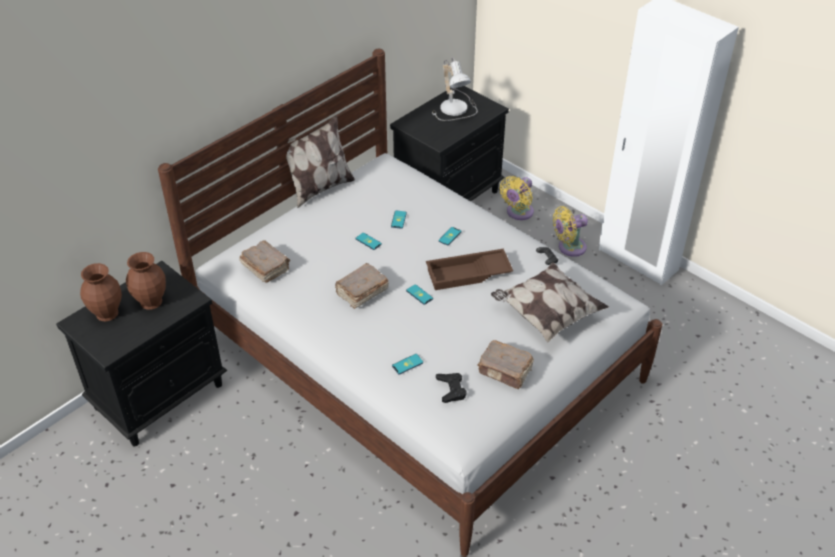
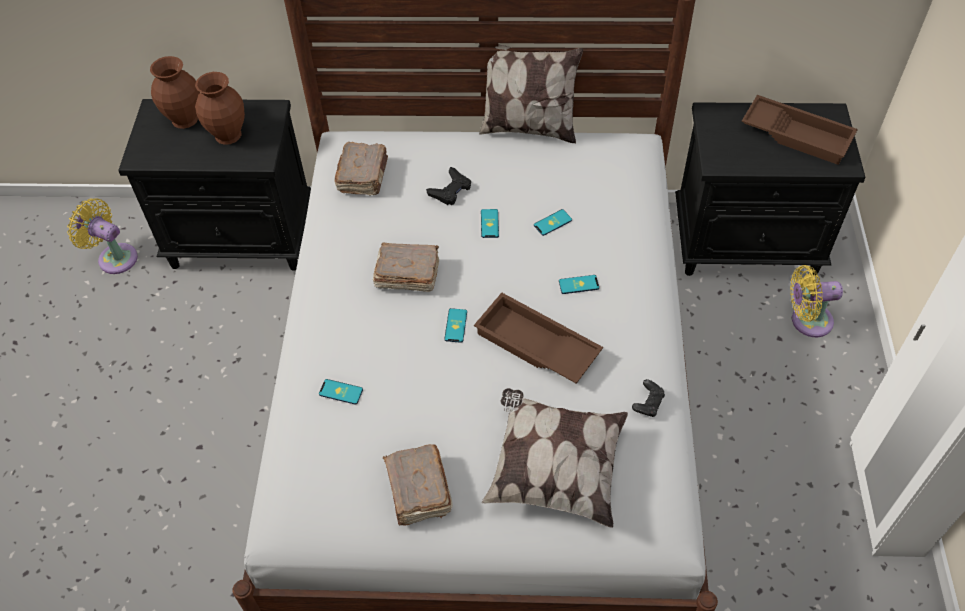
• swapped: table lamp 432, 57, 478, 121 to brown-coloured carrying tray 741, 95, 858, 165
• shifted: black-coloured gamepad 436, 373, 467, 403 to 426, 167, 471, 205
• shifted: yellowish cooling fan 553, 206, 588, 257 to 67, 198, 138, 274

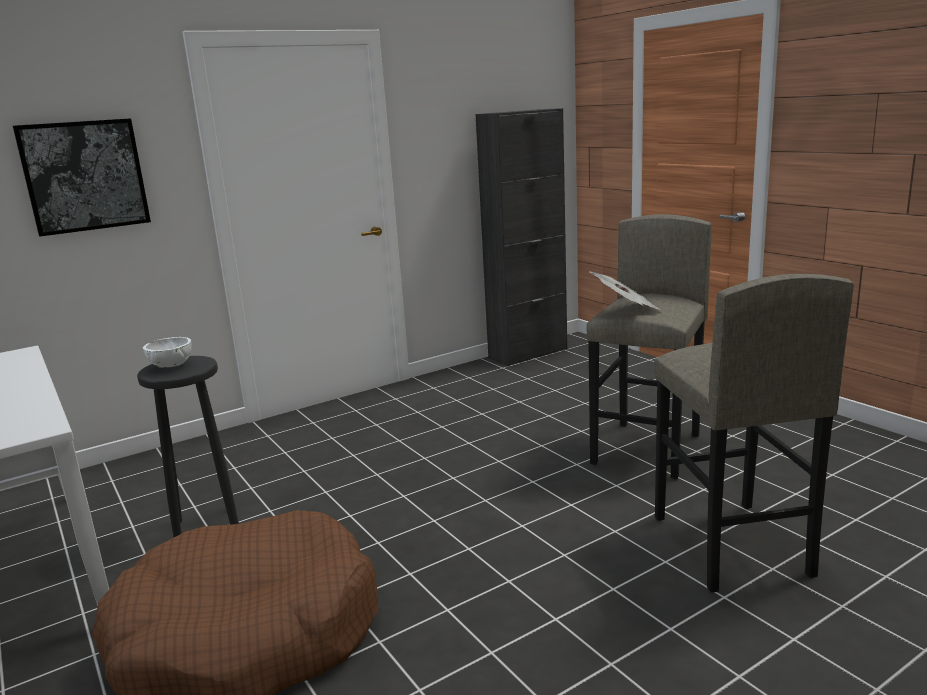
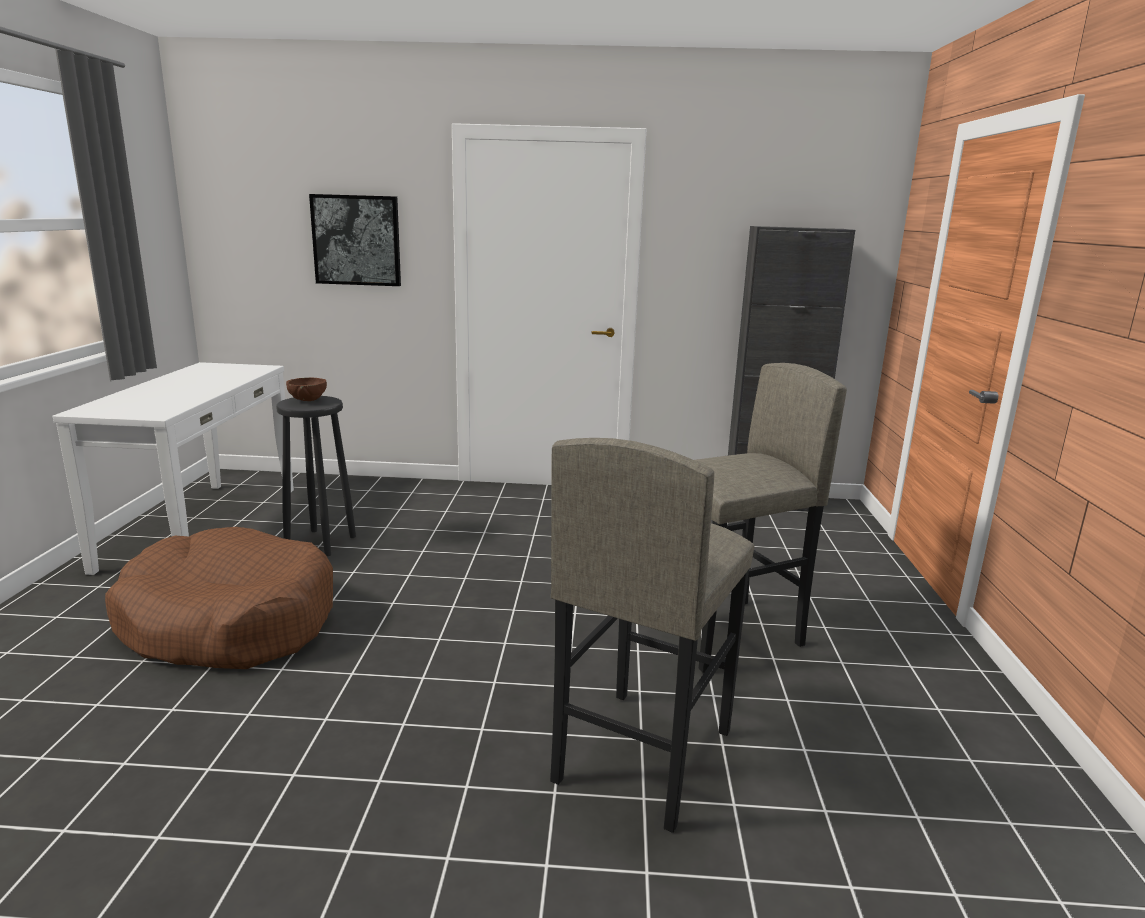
• repainted: whitish bowl 143, 337, 192, 368 to brown-coloured bowl 286, 377, 327, 401
• gone: printed paper 588, 271, 661, 310

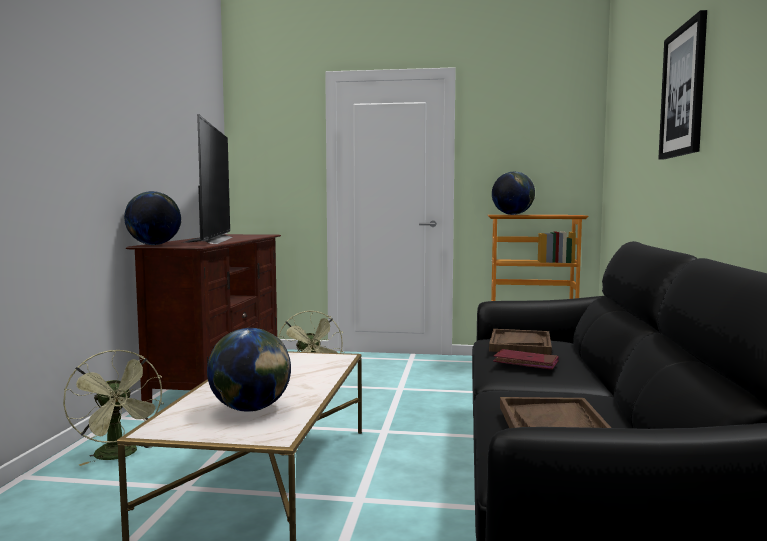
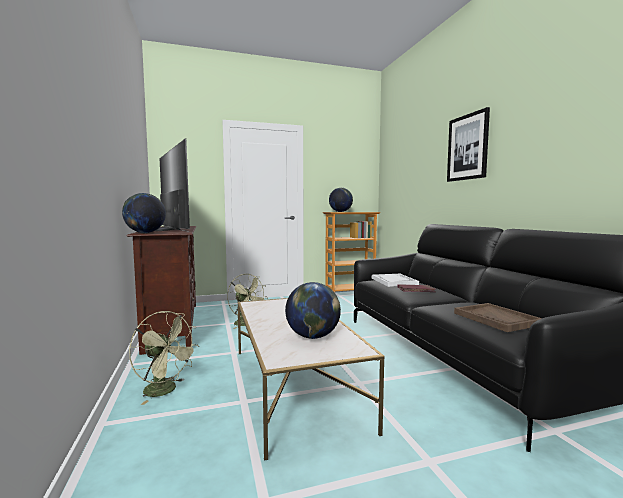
• repainted: brown-coloured carrying tray 489, 329, 552, 355 to whitish carrying tray 372, 274, 419, 287

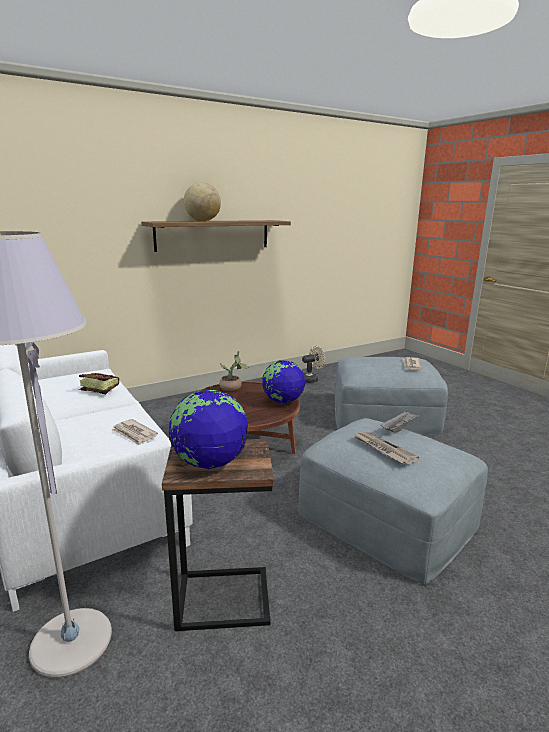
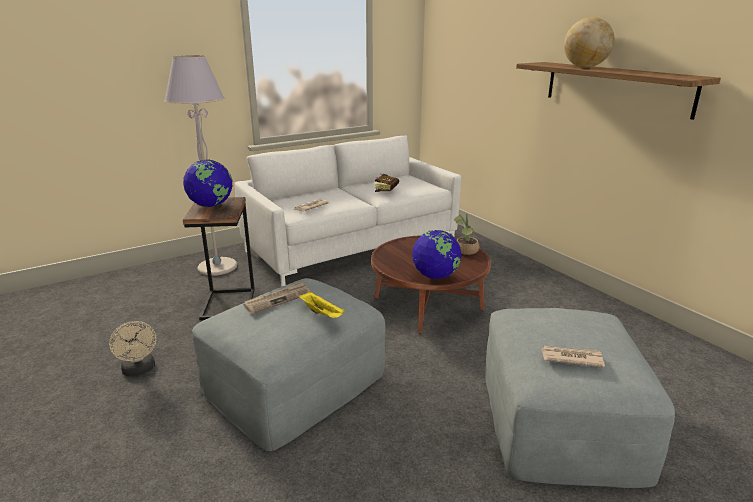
• shifted: sand-coloured cooling fan 302, 346, 325, 383 to 109, 321, 157, 376
• repainted: gray carrying tray 380, 411, 420, 433 to yellowish carrying tray 299, 292, 345, 318

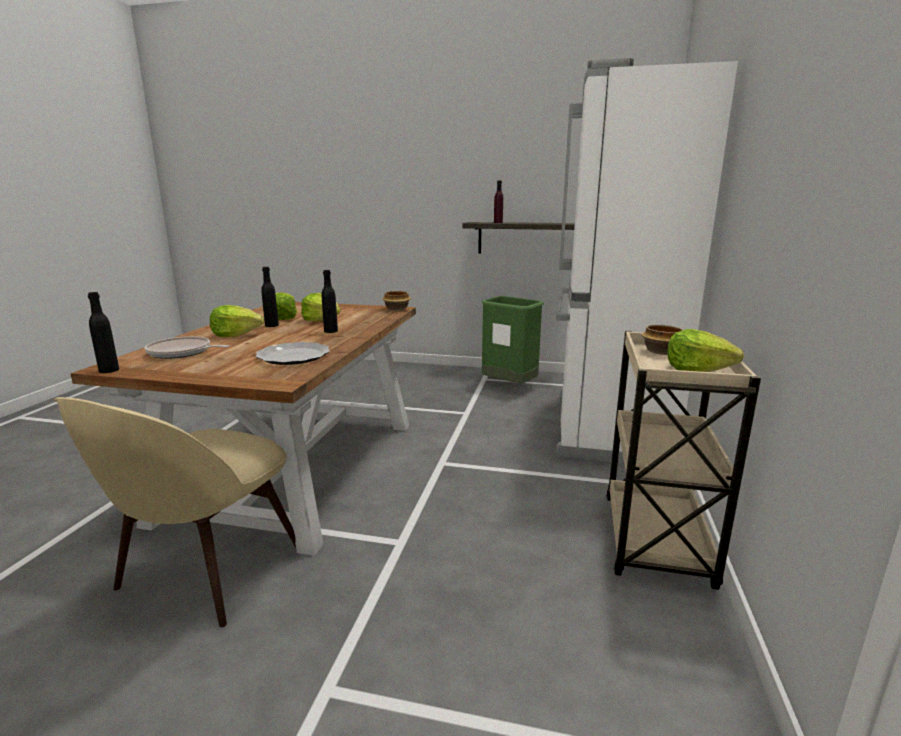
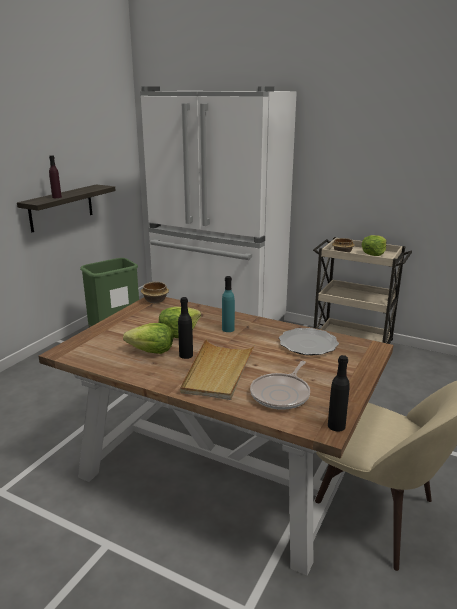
• swapped: lettuce 210, 305, 264, 337 to sand-coloured carrying tray 180, 339, 255, 400
• repainted: black-coloured bottle 322, 270, 338, 333 to blue-green bottle 222, 276, 235, 332

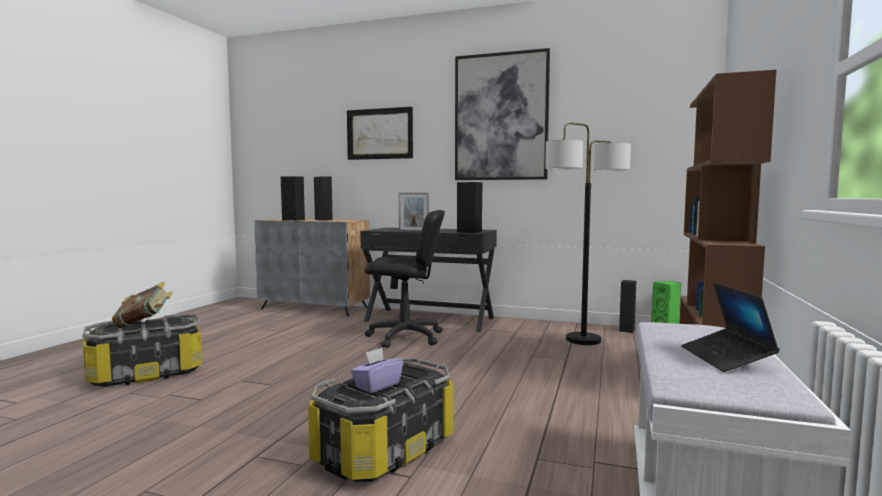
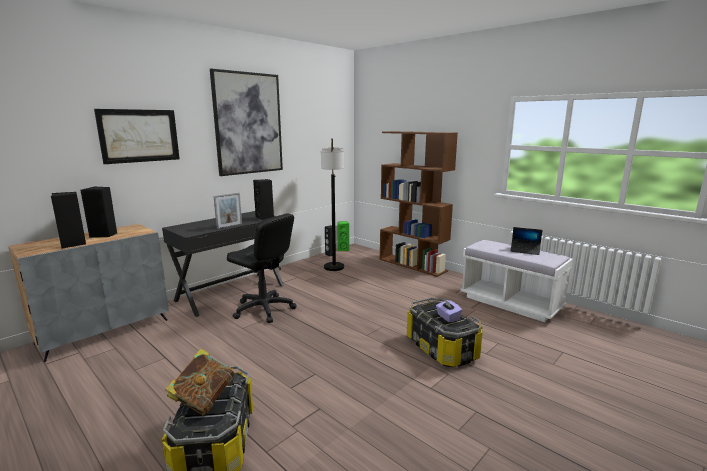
• rotated: black-coloured office chair 365, 210, 445, 348 = 227, 214, 297, 323 90 degrees clockwise

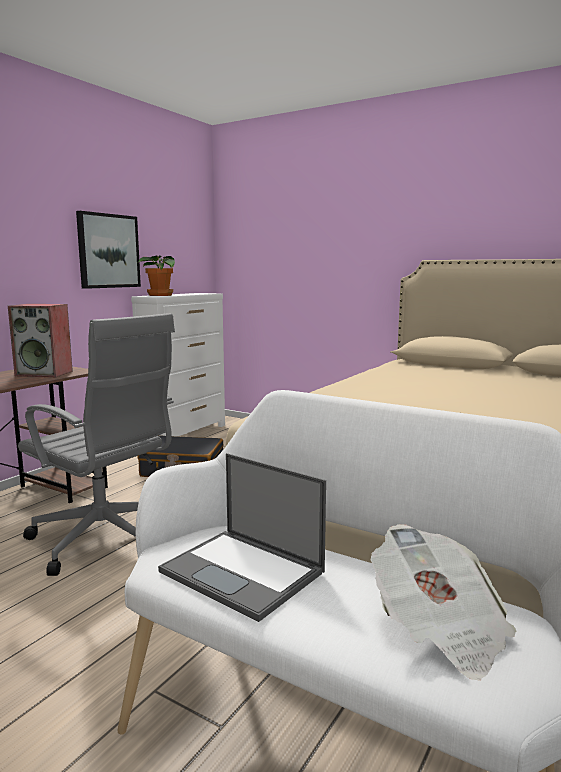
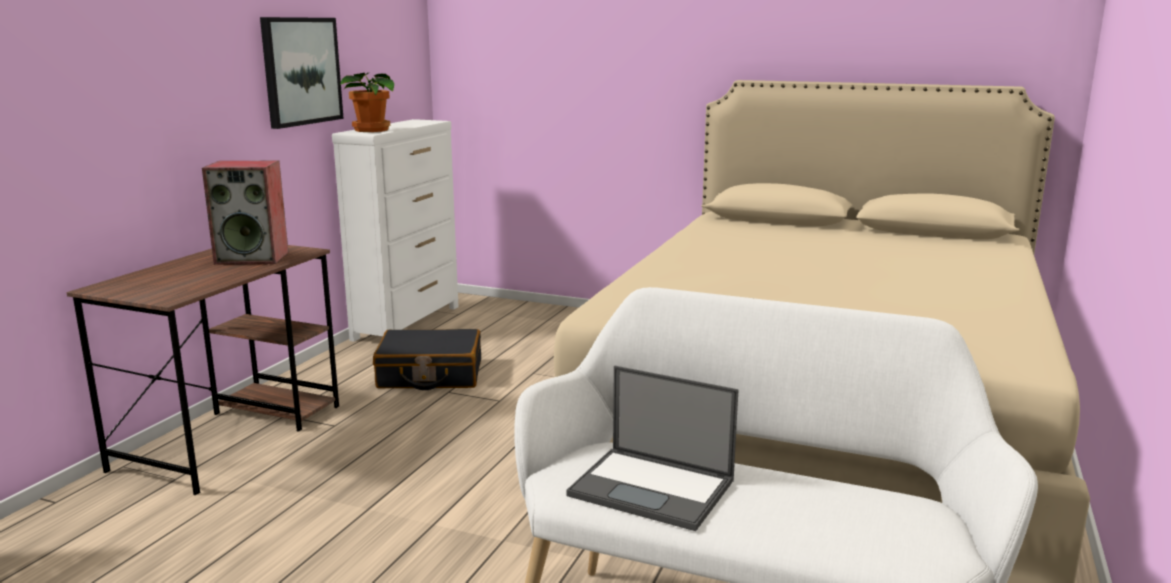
• gone: gray office chair 18, 313, 175, 576
• gone: printed paper 371, 524, 516, 681

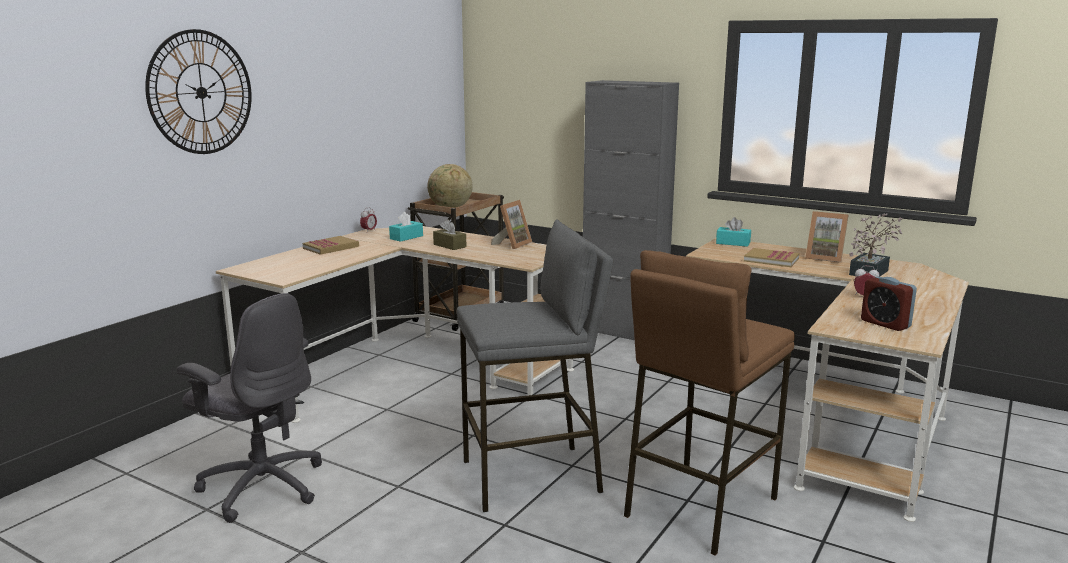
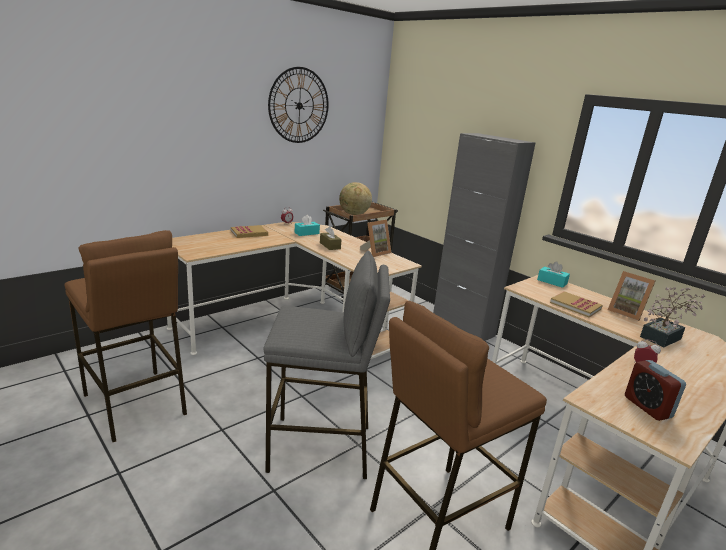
• shifted: clock on the wall 145, 29, 252, 154 to 268, 67, 329, 143
• swapped: gray office chair 177, 293, 322, 523 to brown-coloured sitting stool 64, 230, 187, 442

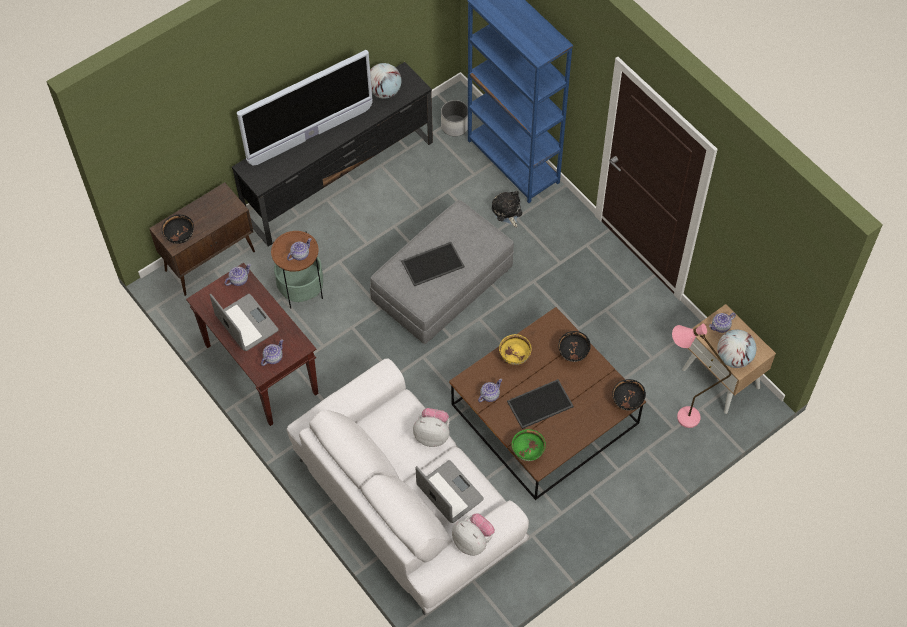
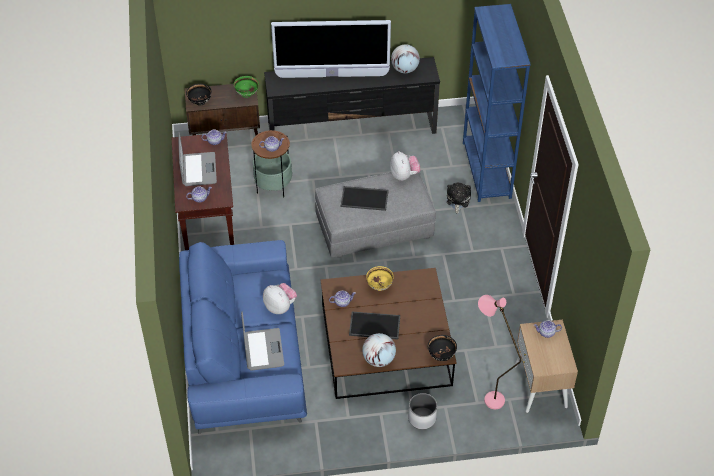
• repainted: whitish settee 287, 358, 529, 615 to blue settee 179, 240, 307, 434
• shifted: whitish flower pot 441, 100, 468, 136 to 408, 393, 437, 429
• shifted: soft toy 452, 513, 495, 556 to 390, 151, 421, 181
• shifted: green-coloured bowl 512, 429, 546, 461 to 234, 76, 259, 98
• gone: black-coloured bowl 558, 331, 591, 362
• shifted: globe 717, 330, 756, 368 to 362, 333, 396, 367

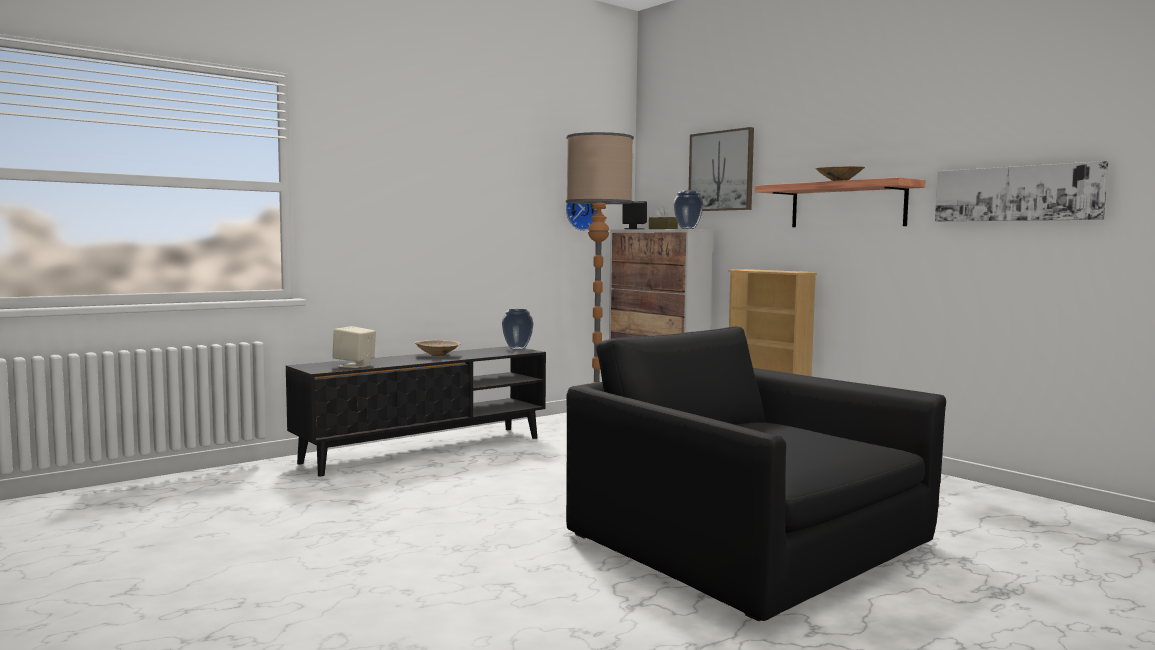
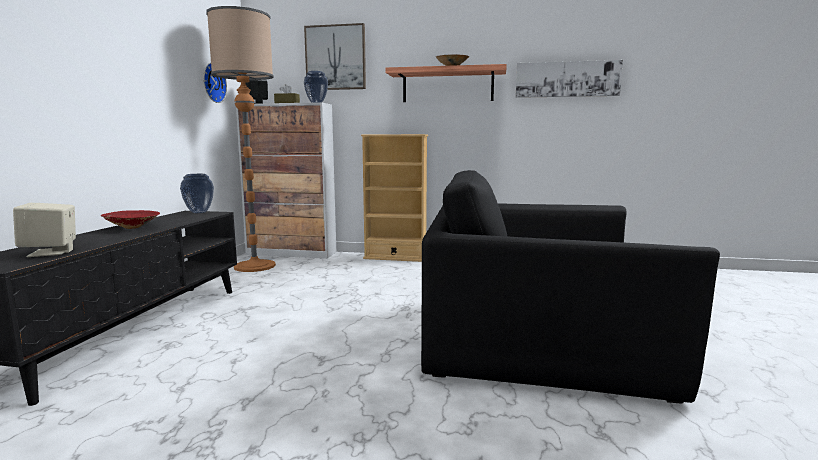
• repainted: sand-coloured bowl 415, 340, 461, 357 to red-coloured bowl 101, 210, 160, 229

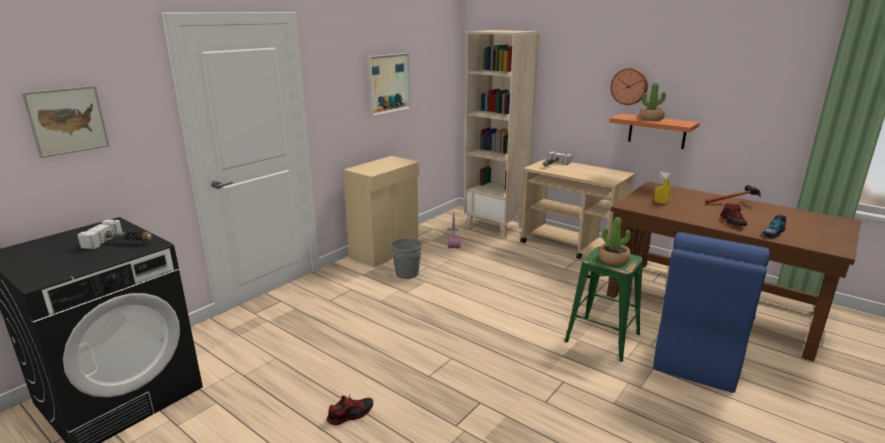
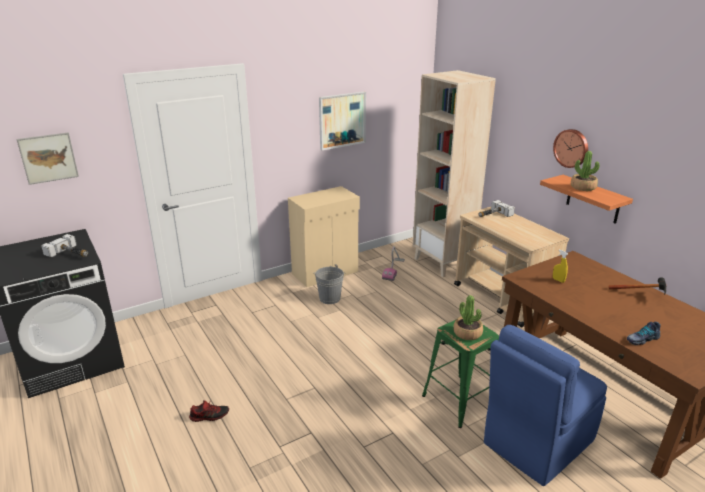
• gone: low shoe 720, 203, 747, 226

